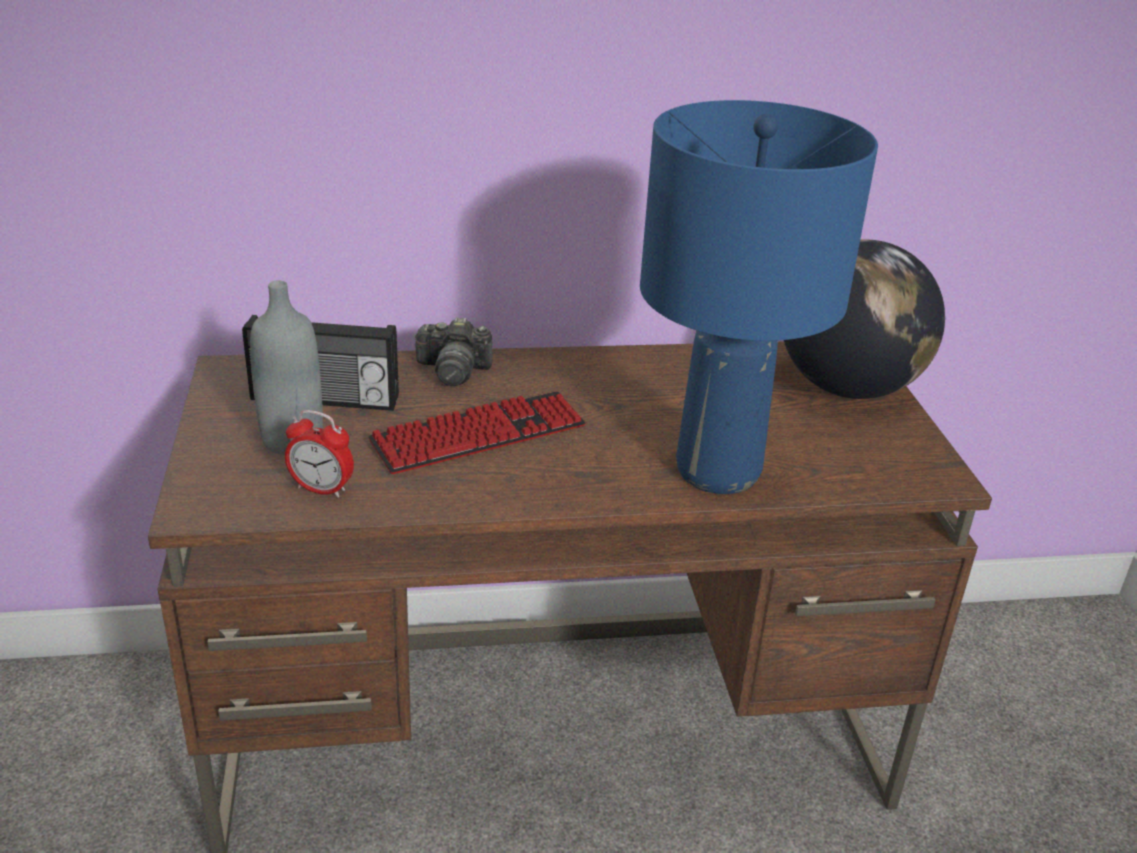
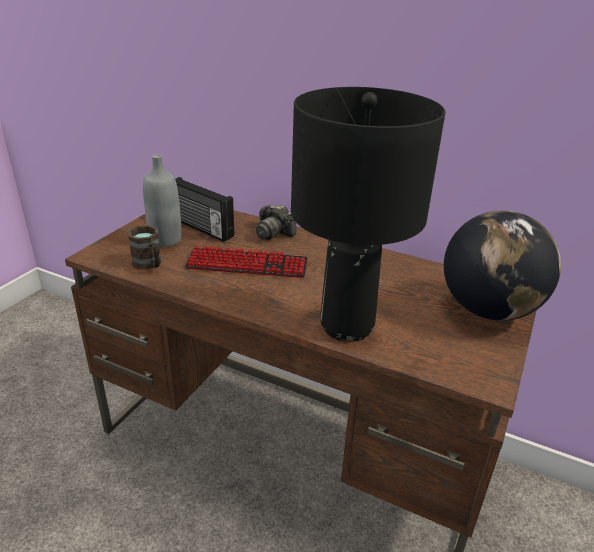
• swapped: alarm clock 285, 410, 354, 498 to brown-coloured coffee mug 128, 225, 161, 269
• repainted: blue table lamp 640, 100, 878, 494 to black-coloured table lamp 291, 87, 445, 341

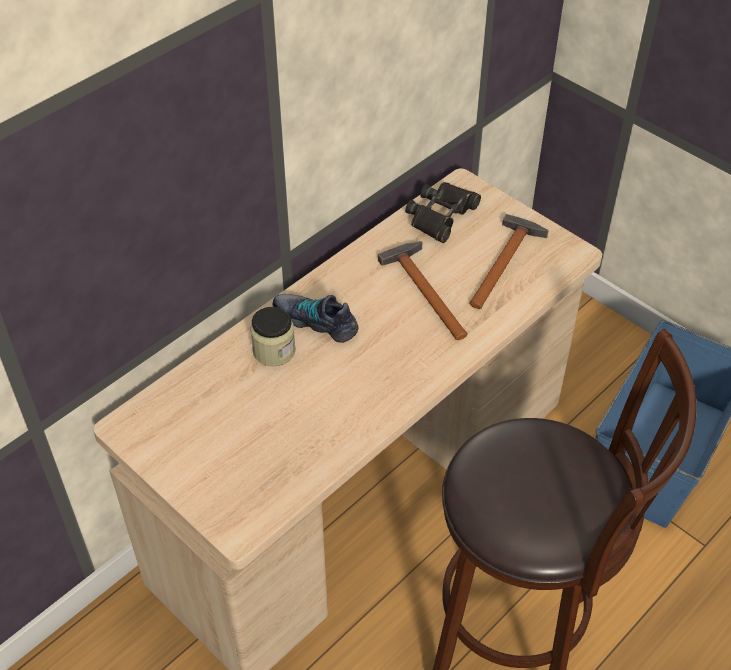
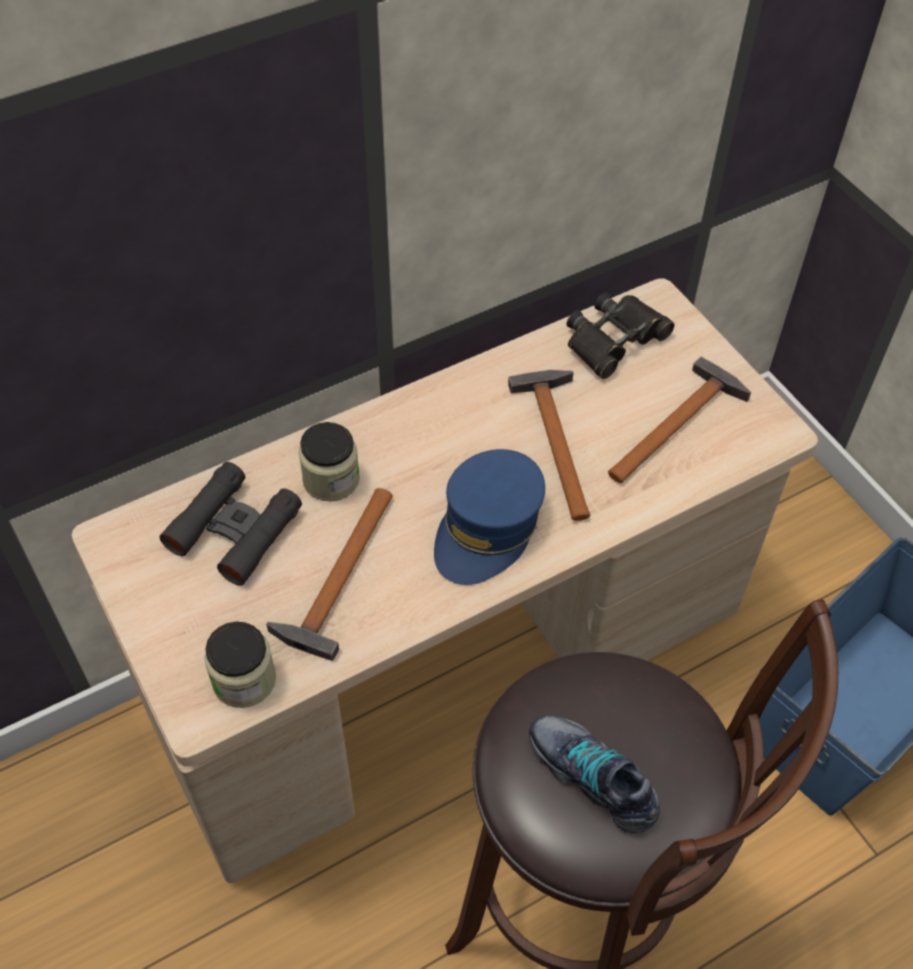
• shifted: low shoe 273, 294, 358, 343 to 529, 715, 660, 833
• new: black-coloured pair of binoculars 160, 462, 302, 586
• new: storage jar 204, 622, 276, 708
• new: tool hammer 266, 488, 393, 661
• new: blue baseball cap 434, 449, 545, 585

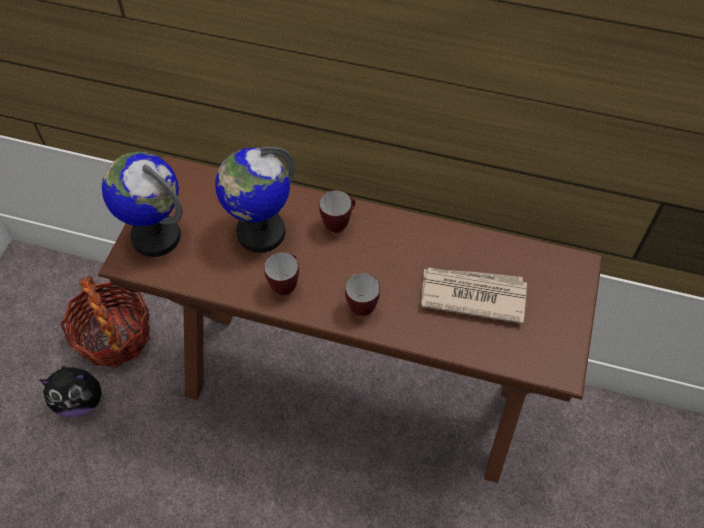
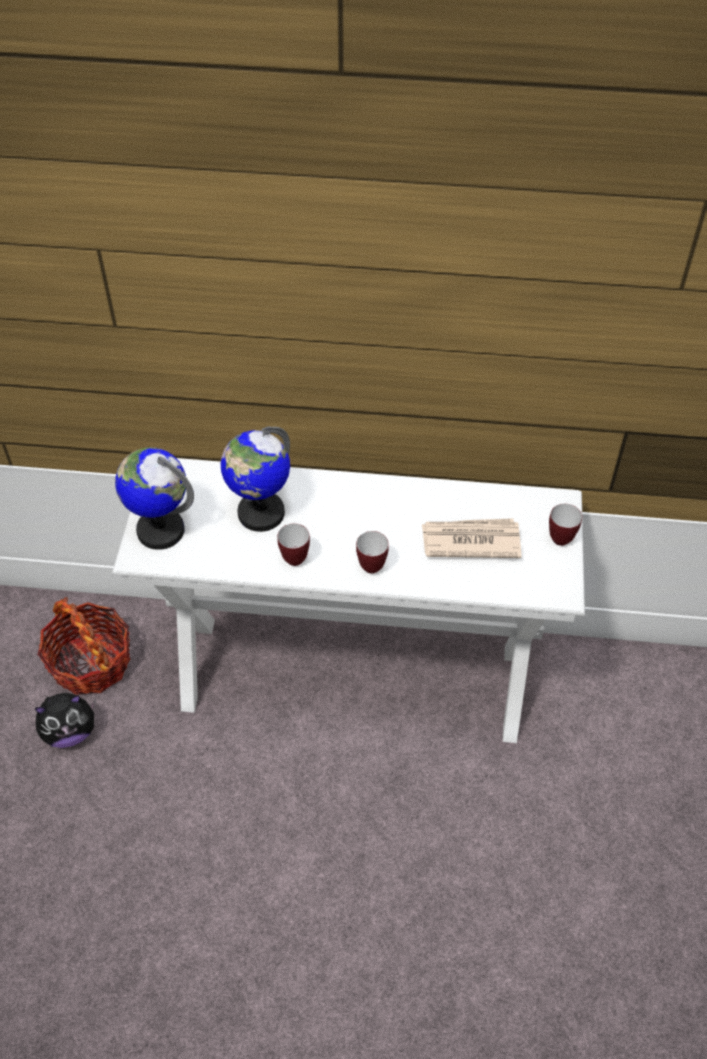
• repainted: brown-coloured hall table 98, 156, 602, 483 to whitish hall table 112, 458, 585, 743
• shifted: coffee mug 319, 190, 356, 233 to 549, 504, 582, 546

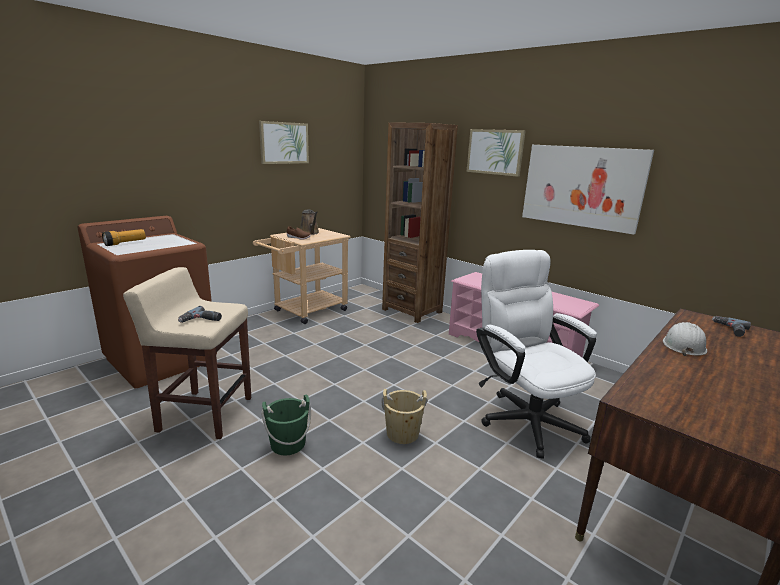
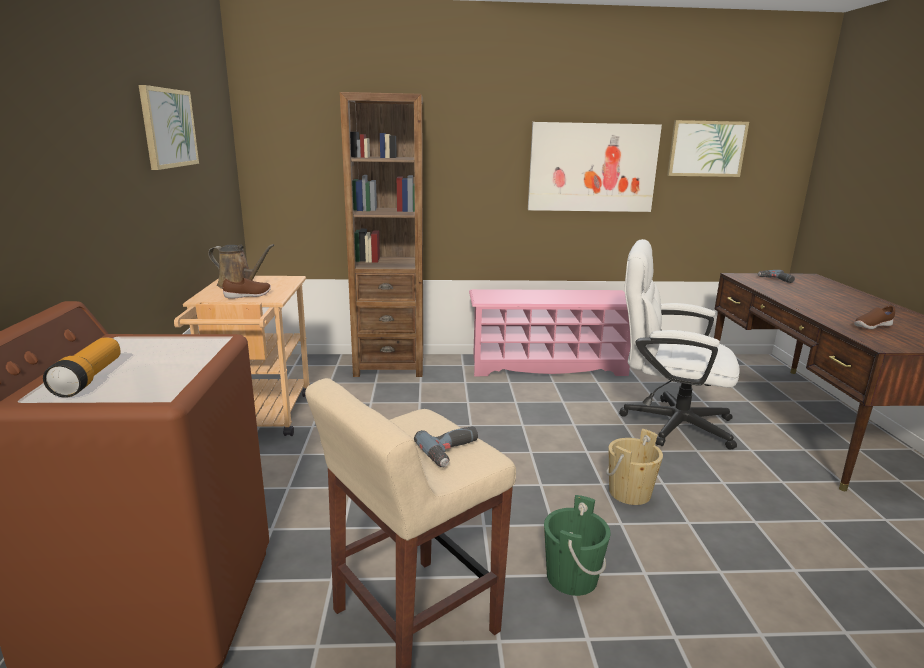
• shifted: wall picture 466, 129, 526, 177 to 667, 120, 749, 177
• gone: whitish hard hat 663, 322, 707, 356
• new: brown-coloured low shoe 854, 306, 895, 329

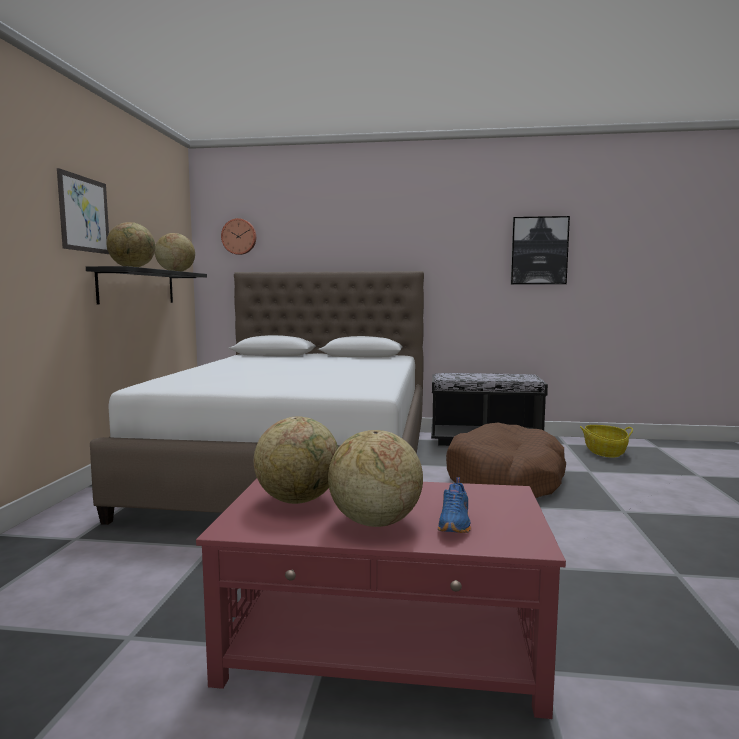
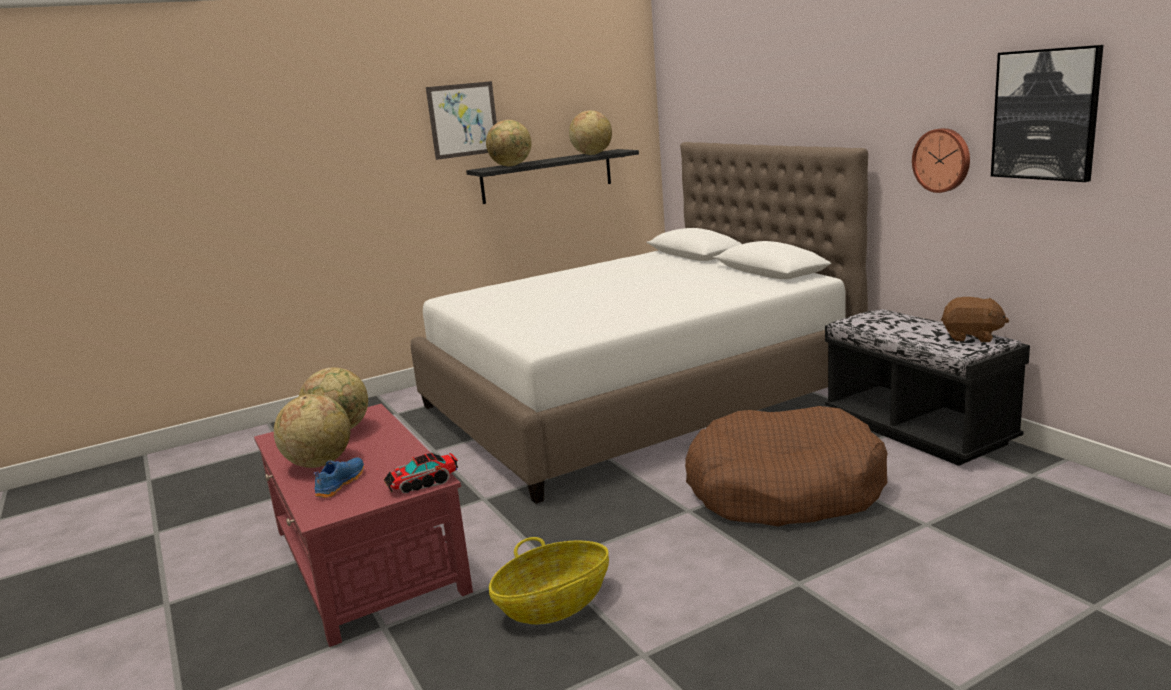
• shifted: clock on the wall 221, 218, 256, 255 to 912, 128, 970, 193
• rotated: blue low shoe 438, 477, 471, 533 = 313, 457, 364, 498 135 degrees clockwise
• shifted: household basket 580, 425, 633, 457 to 489, 537, 609, 624
• new: toy truck 384, 453, 458, 493
• new: brown-coloured soft toy 941, 297, 1009, 342

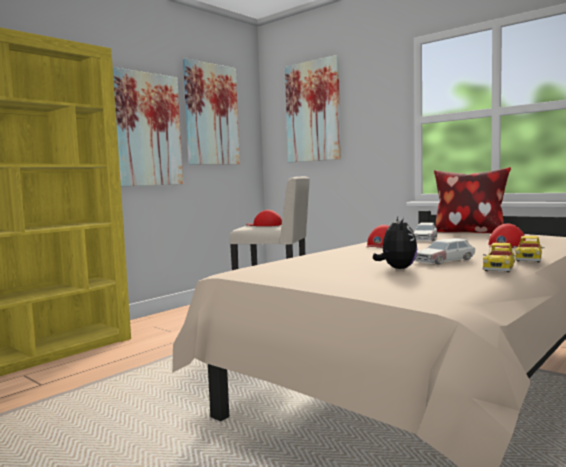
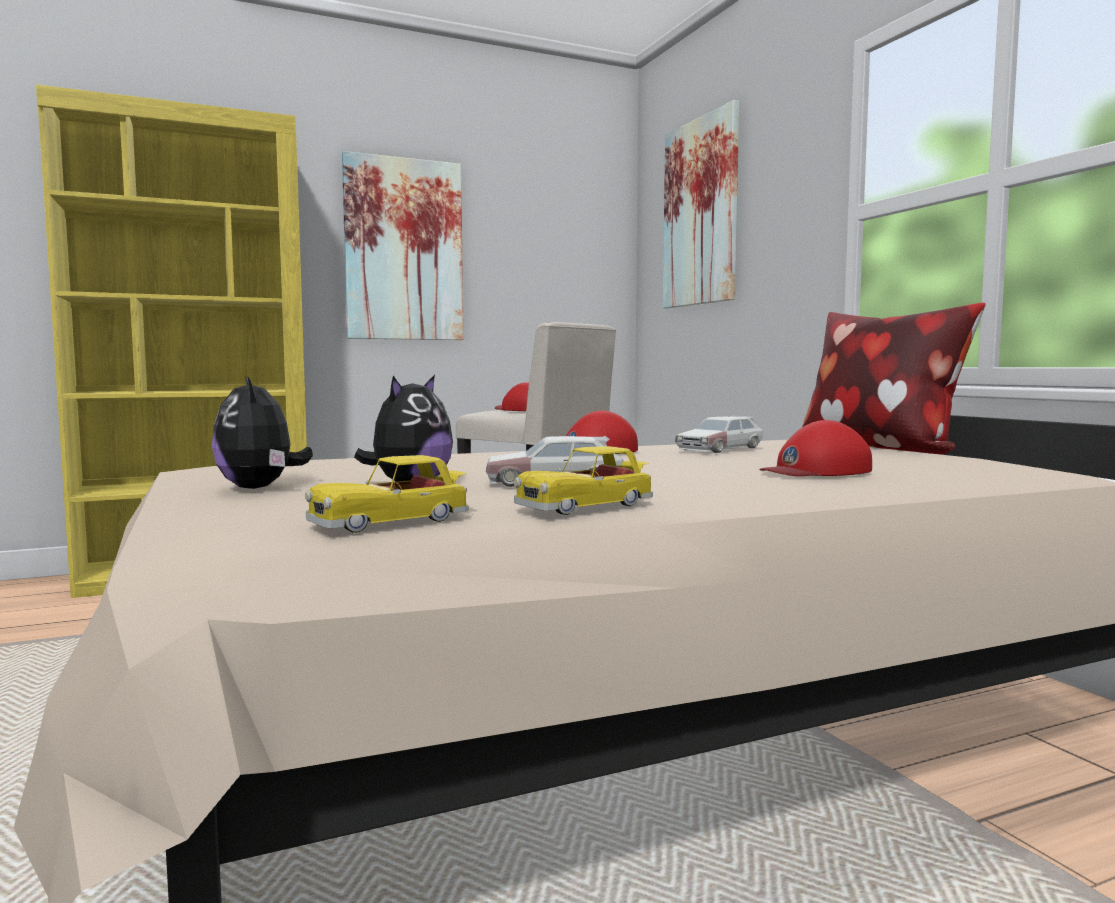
• gone: wall picture 183, 58, 240, 165
• shifted: miniature car 514, 236, 545, 262 to 305, 455, 469, 533
• new: soft toy 212, 376, 313, 489

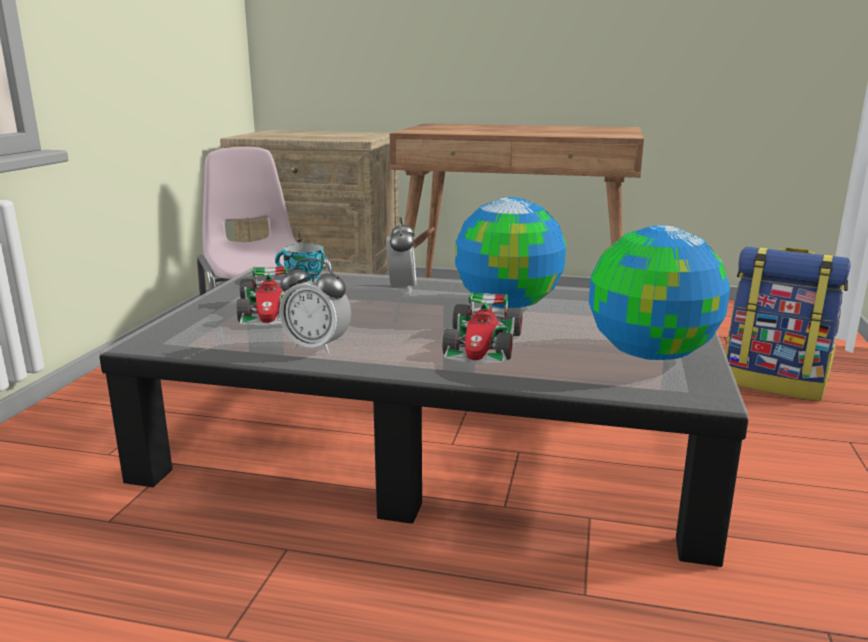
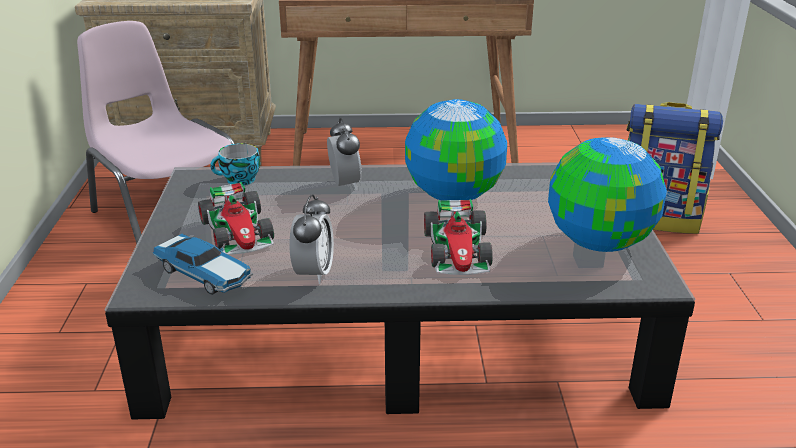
• rotated: alarm clock 279, 258, 351, 354 = 289, 194, 334, 284 90 degrees counterclockwise
• new: miniature car 153, 234, 253, 295

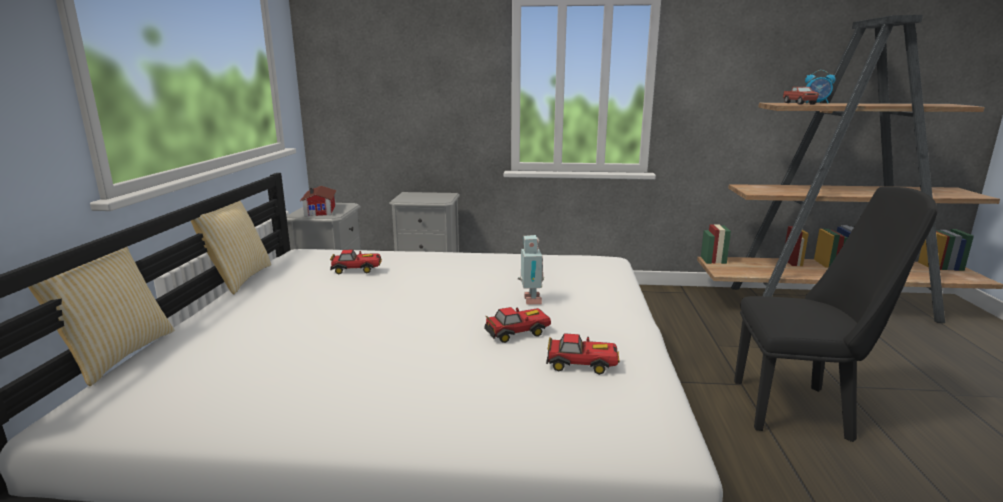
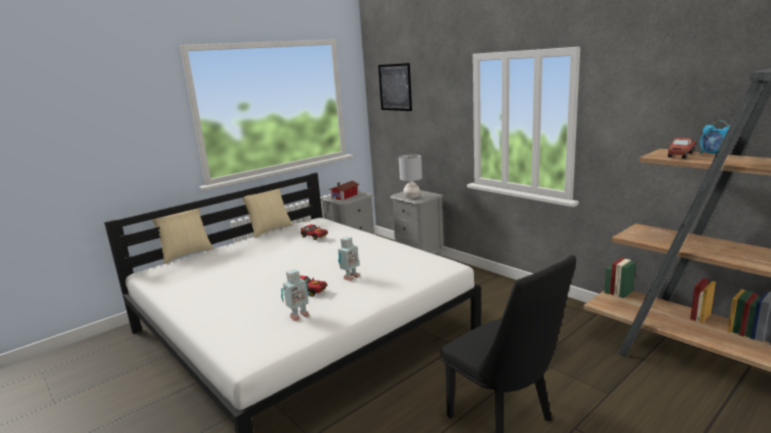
• swapped: miniature car 546, 333, 620, 375 to model robot 281, 269, 310, 321
• new: wall picture 378, 63, 412, 111
• new: gray table lamp 399, 154, 422, 198

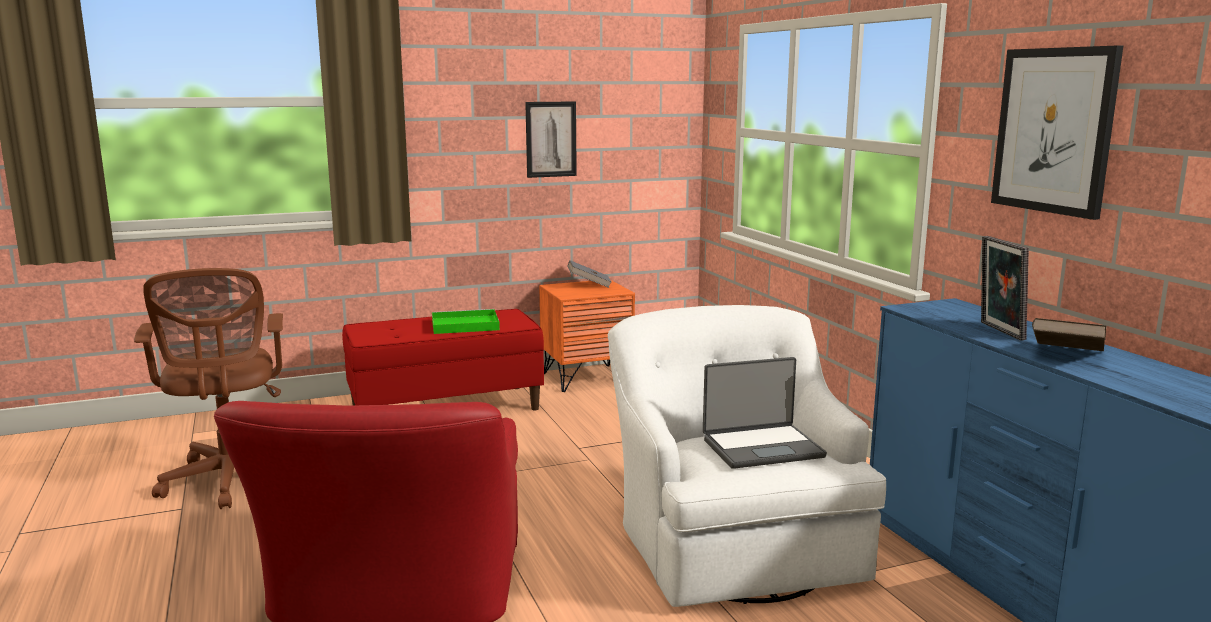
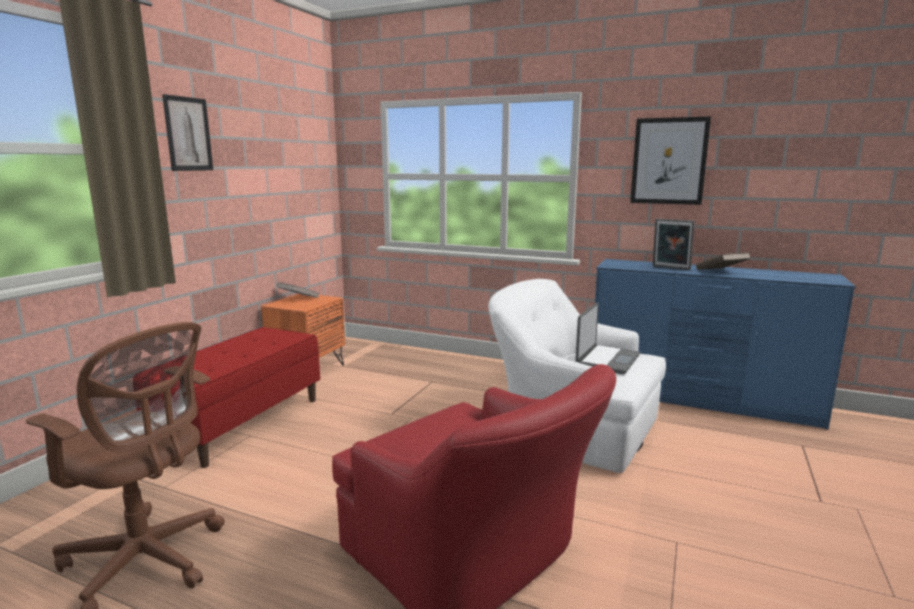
• gone: green-coloured carrying tray 432, 309, 500, 334
• shifted: wall picture 525, 101, 577, 178 to 162, 94, 213, 171

